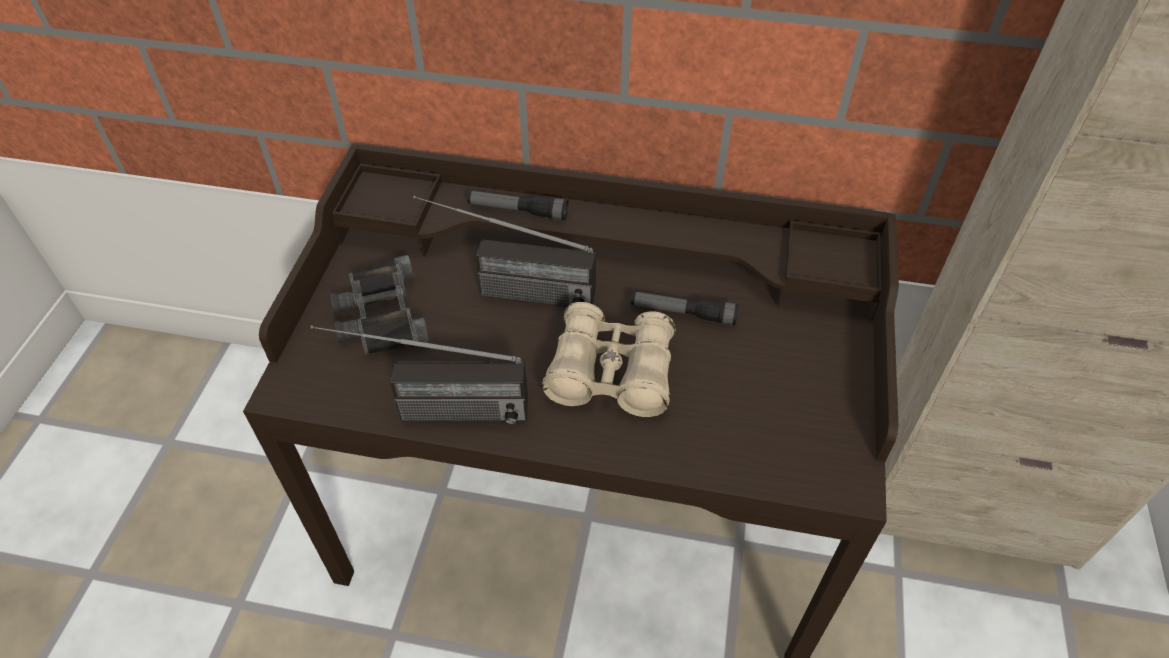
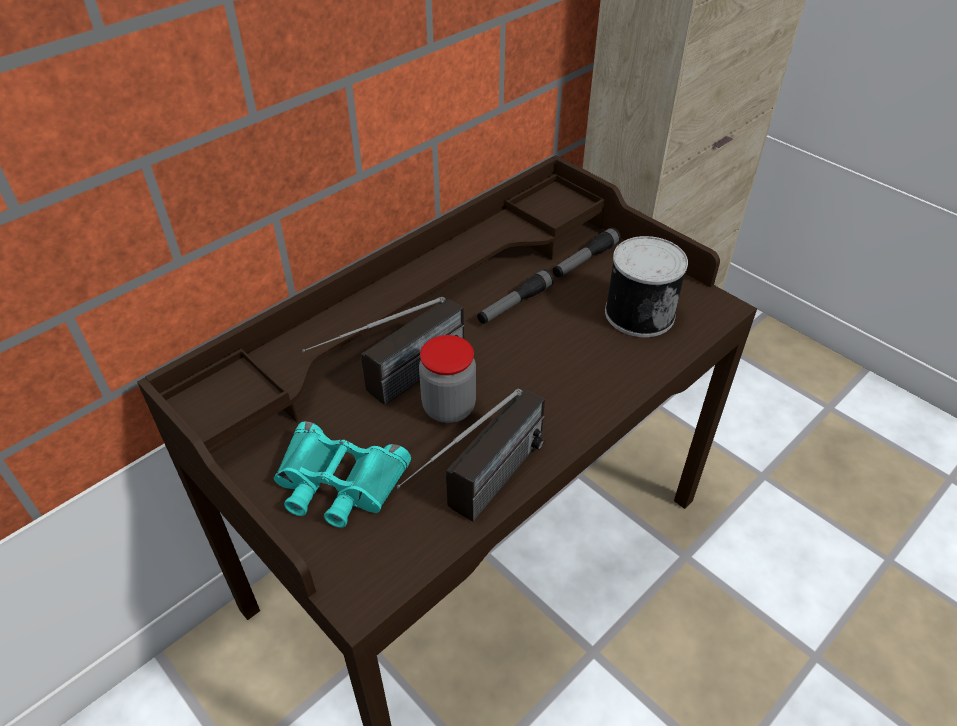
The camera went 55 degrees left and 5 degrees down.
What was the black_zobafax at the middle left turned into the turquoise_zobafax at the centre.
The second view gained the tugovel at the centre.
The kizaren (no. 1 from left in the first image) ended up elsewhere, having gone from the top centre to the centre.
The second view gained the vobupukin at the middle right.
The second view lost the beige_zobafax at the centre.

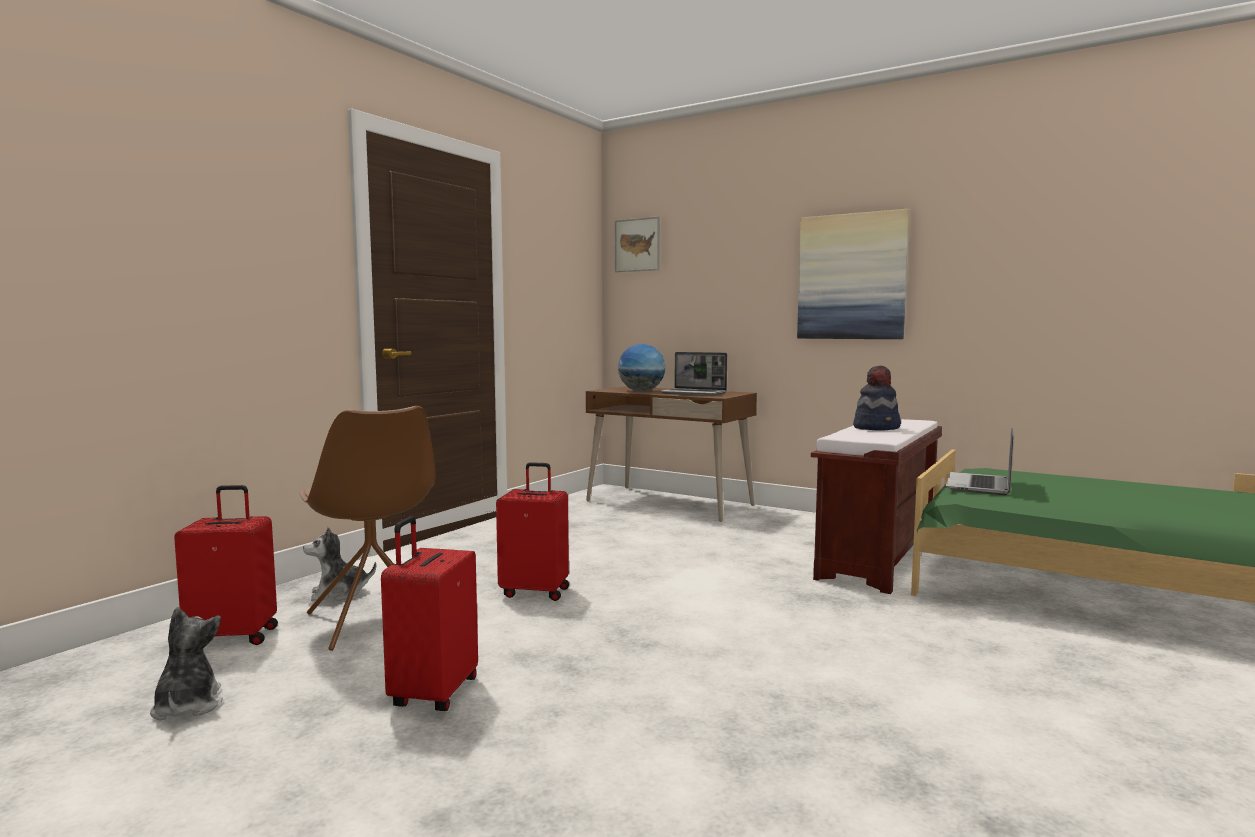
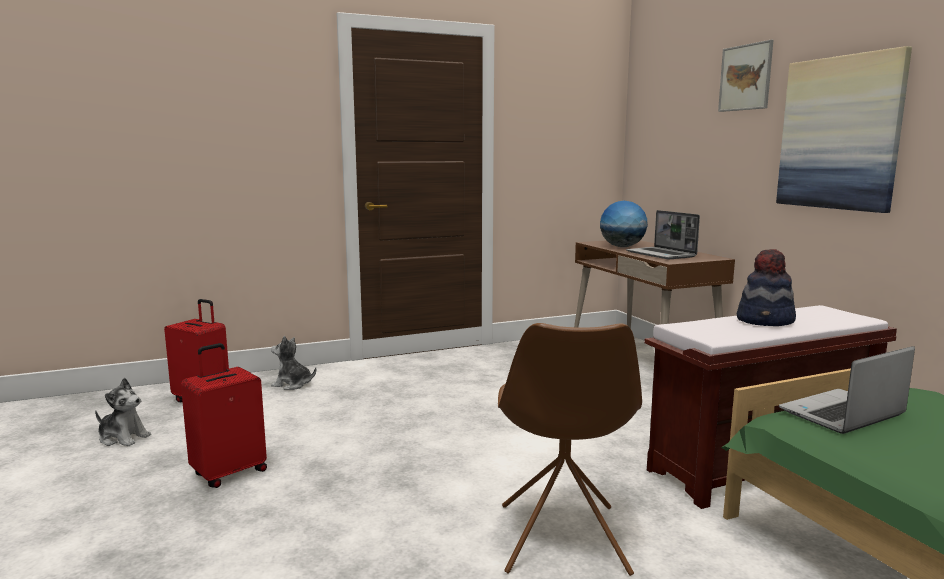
The camera went 35 degrees right and 5 degrees up.
The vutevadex (no. 1 from left) at the bottom left ended up facing another way, 90 degrees clockwise from before.
The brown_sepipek ended up elsewhere, having gone from the middle left to the bottom centre.
The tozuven (no. 1 from left) ended up elsewhere, having gone from the top centre to the top right.
The second view lost the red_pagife (no. 3 from left) at the centre.

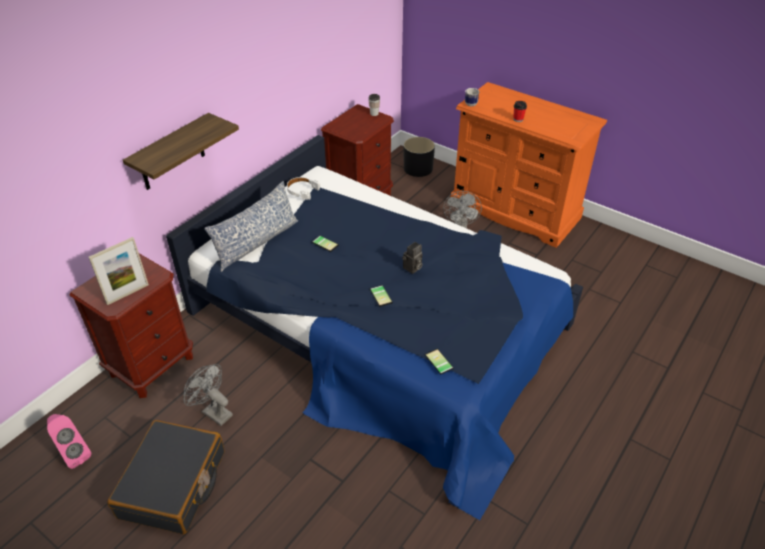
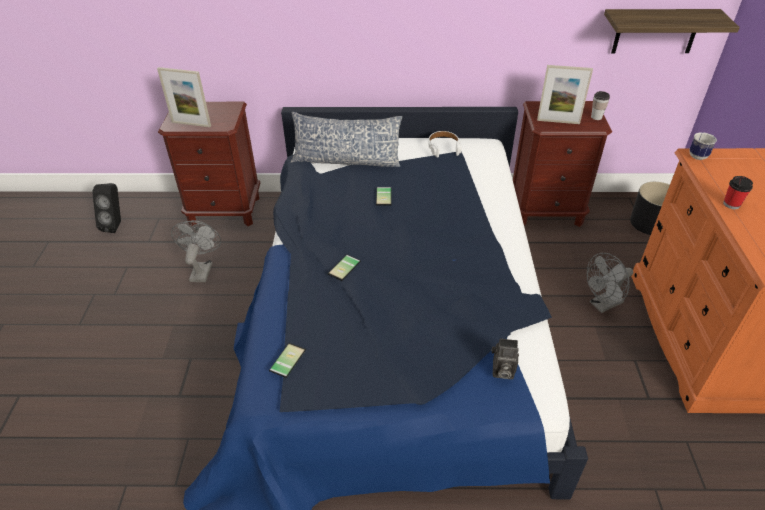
The camera went 55 degrees right and 0 degrees up.
What was the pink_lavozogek at the bottom left turned into the black_lavozogek at the middle left.
The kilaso ended up elsewhere, having gone from the centre to the bottom centre.
The second view gained the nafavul (no. 2 from left) at the top right.
The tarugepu ended up elsewhere, having gone from the top left to the top right.
The second view lost the black_pagife at the bottom left.

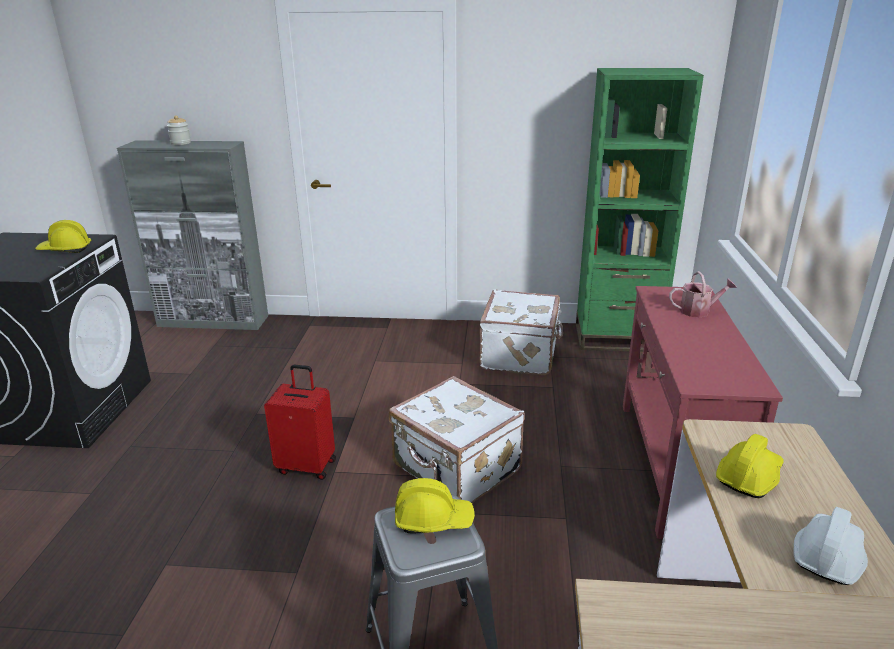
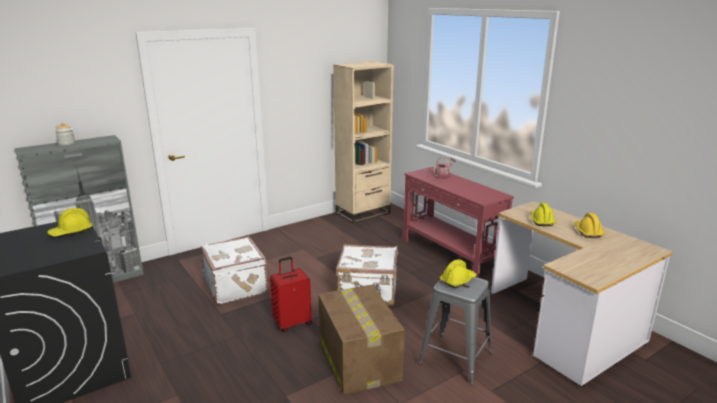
The camera went 40 degrees left and 5 degrees down.
The white_pagife (no. 2 from left in the first image) ended up elsewhere, having gone from the centre to the bottom left.
The second view gained the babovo at the bottom centre.
What was the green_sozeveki at the top right turned into the beige_sozeveki at the centre.
What was the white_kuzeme at the bottom right turned into the yellow_kuzeme (no. 4 from left) at the middle right.

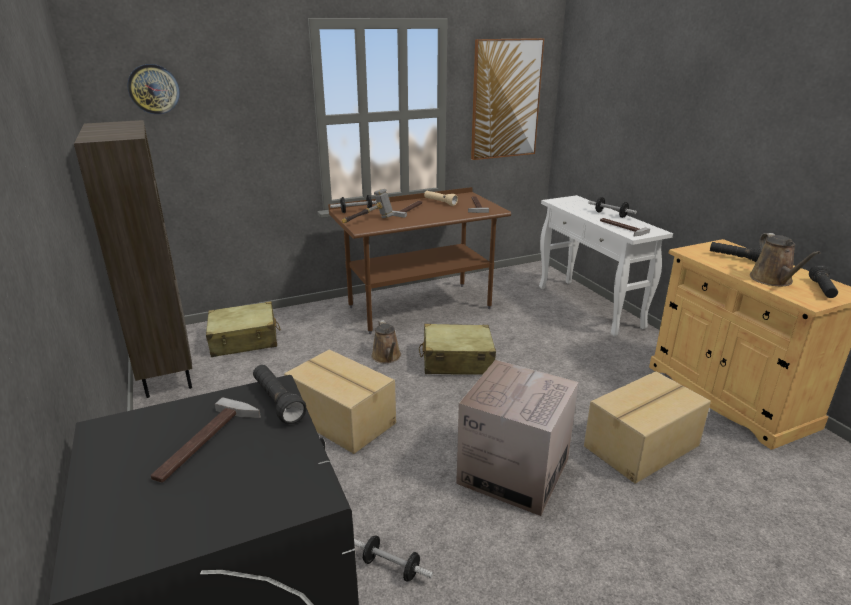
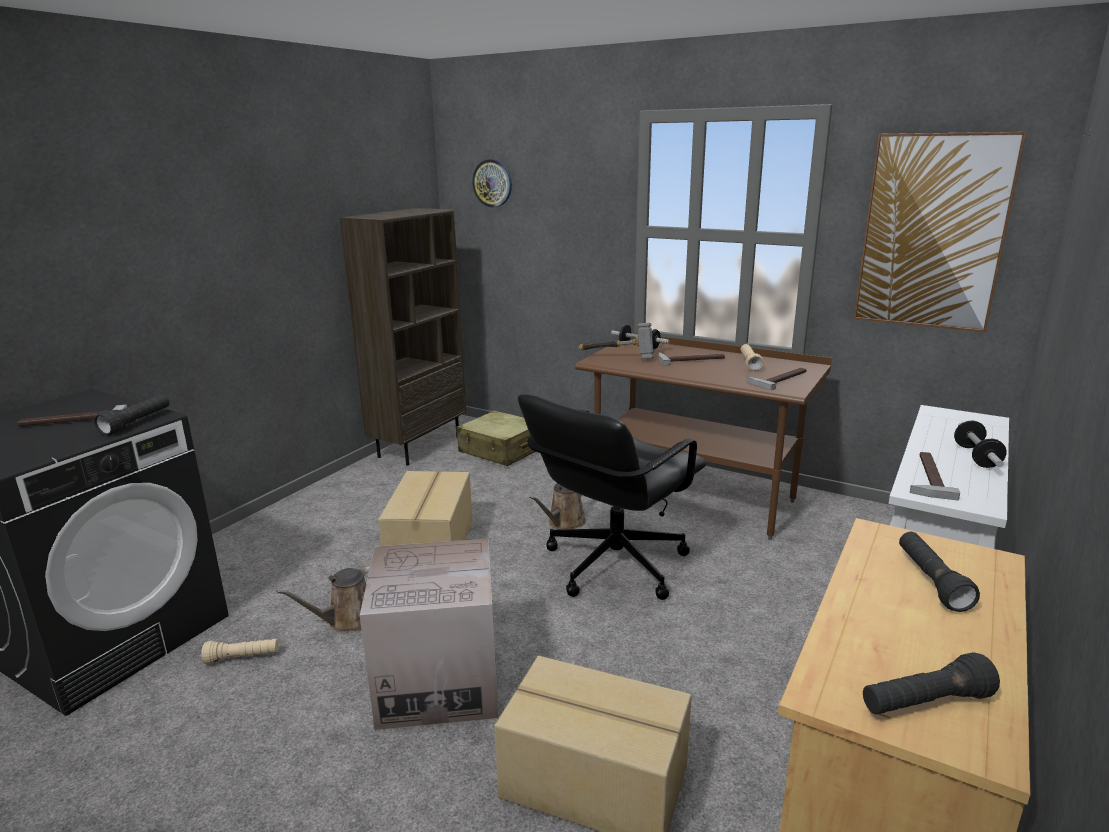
The camera went 55 degrees right and 5 degrees down.
Where the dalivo (no. 2 from left) stood at the bottom centre, the beige_kizaren (no. 1 from left) came to stand at the bottom left.
The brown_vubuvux (no. 2 from left in the first image) ended up elsewhere, having gone from the middle right to the bottom left.
Where the beige_pagife (no. 2 from left) stood at the centre, the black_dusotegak came to stand at the centre.

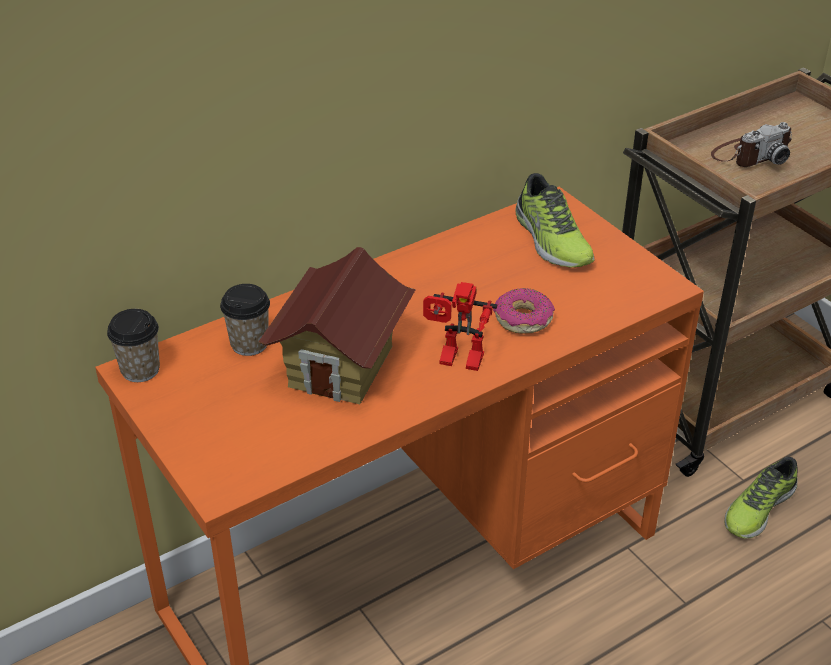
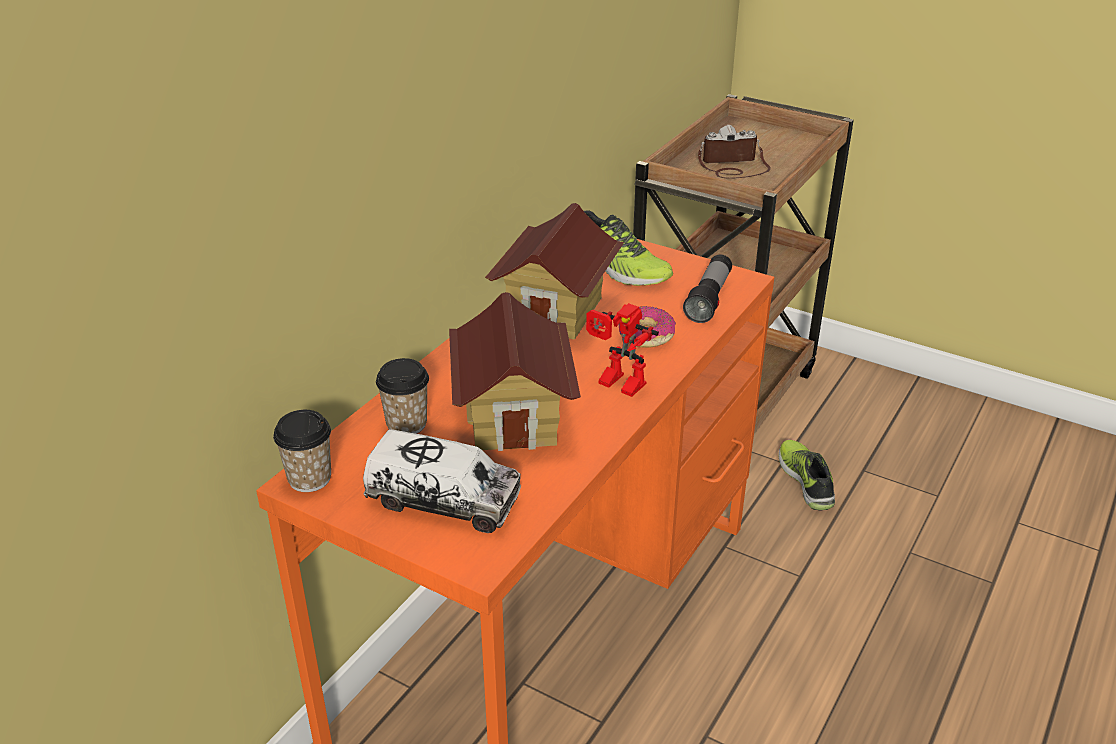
The camera went 25 degrees left and 5 degrees down.
The second view gained the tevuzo at the centre.
The second view gained the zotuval (no. 2 from left) at the centre.
The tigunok at the centre ended up facing another way, 45 degrees clockwise from before.
The second view gained the kizaren at the centre.
The kilaso at the top right ended up facing another way, 135 degrees counterclockwise from before.
The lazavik (no. 2 from left) at the bottom right ended up facing another way, 150 degrees clockwise from before.

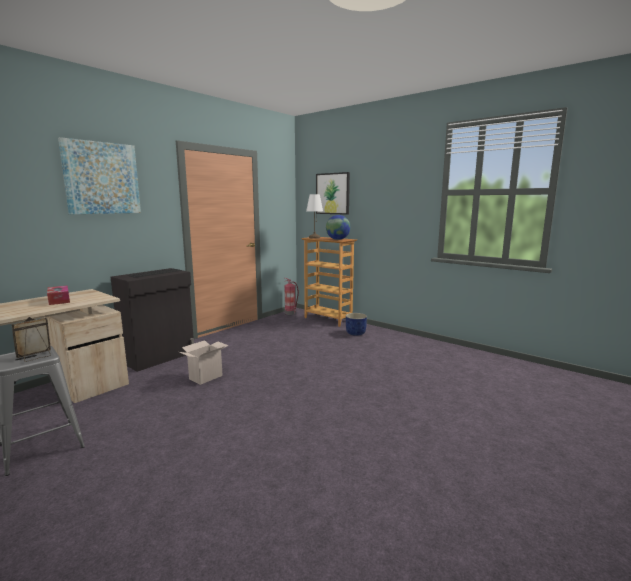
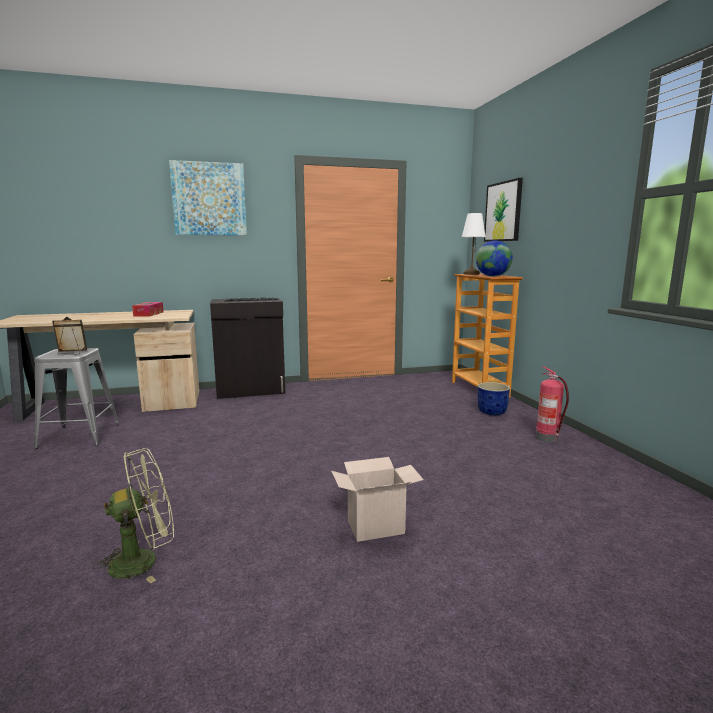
The camera went 35 degrees right and 0 degrees up.
The second view gained the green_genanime at the bottom left.
The babovo ended up elsewhere, having gone from the middle left to the bottom centre.
The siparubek ended up elsewhere, having gone from the centre to the middle right.

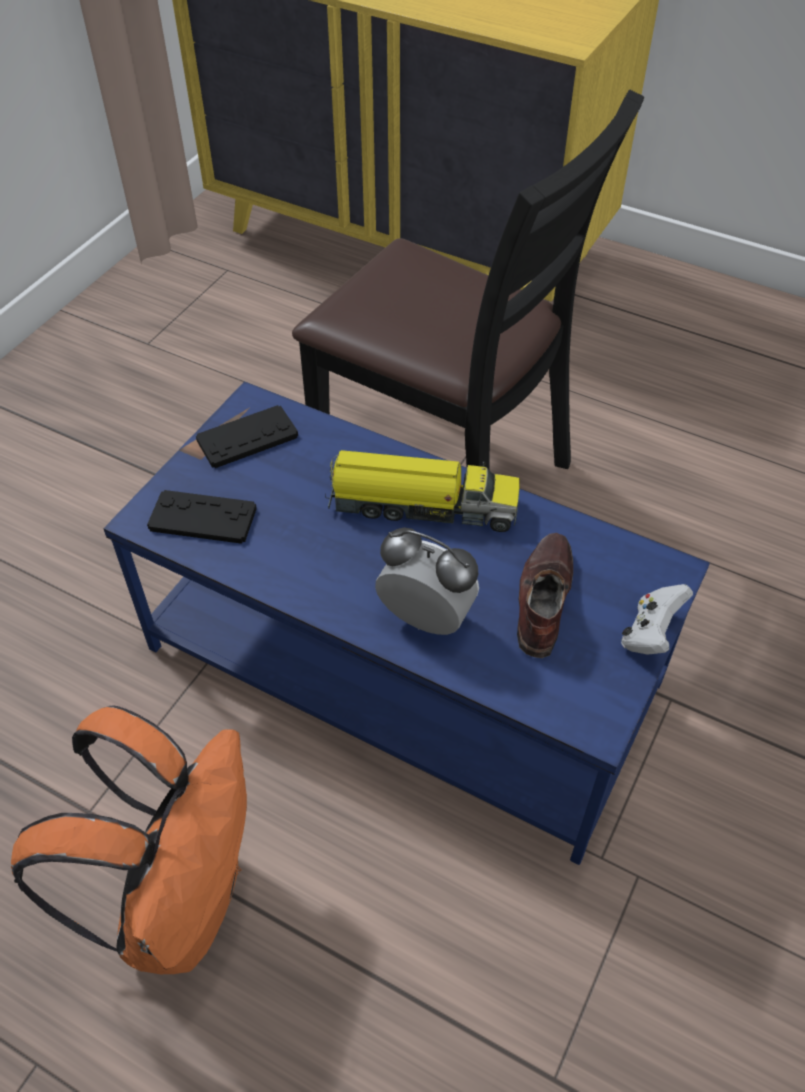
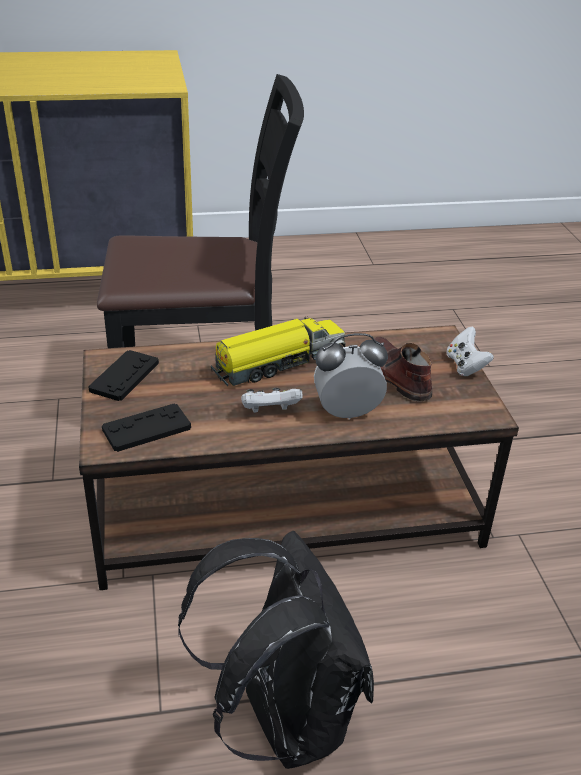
The camera went 40 degrees left and 15 degrees down.
What was the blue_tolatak at the centre turned into the brown_tolatak at the centre.
What was the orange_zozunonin at the bottom left turned into the black_zozunonin at the bottom centre.
The second view gained the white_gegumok (no. 1 from left) at the centre.

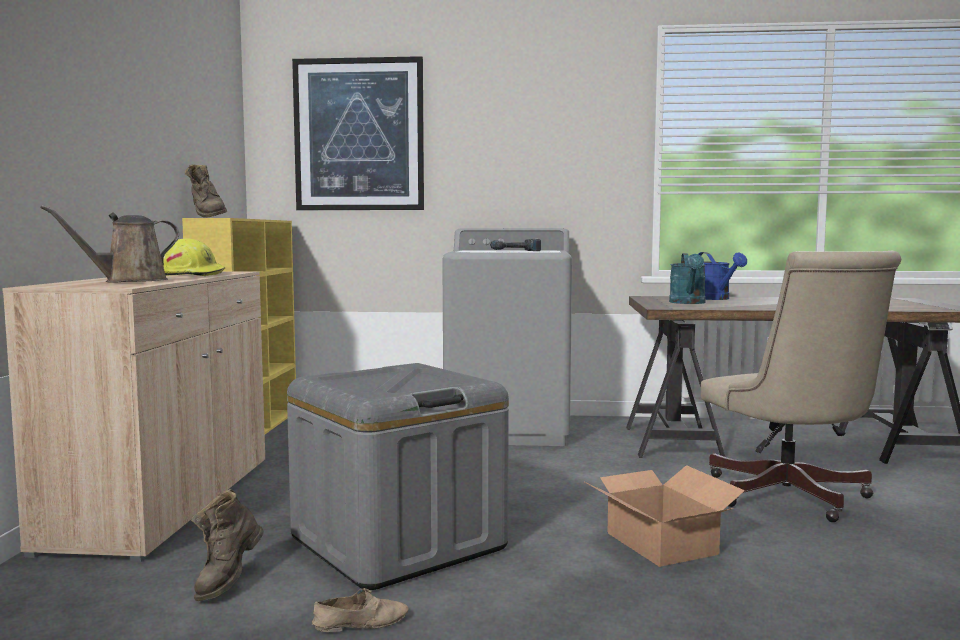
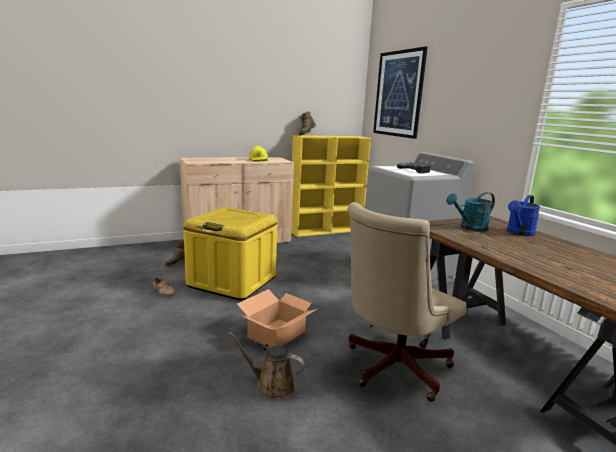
The camera went 60 degrees right and 10 degrees up.
What was the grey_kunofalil at the bottom centre turned into the yellow_kunofalil at the centre.
The brown_vubuvux ended up elsewhere, having gone from the middle left to the bottom centre.

